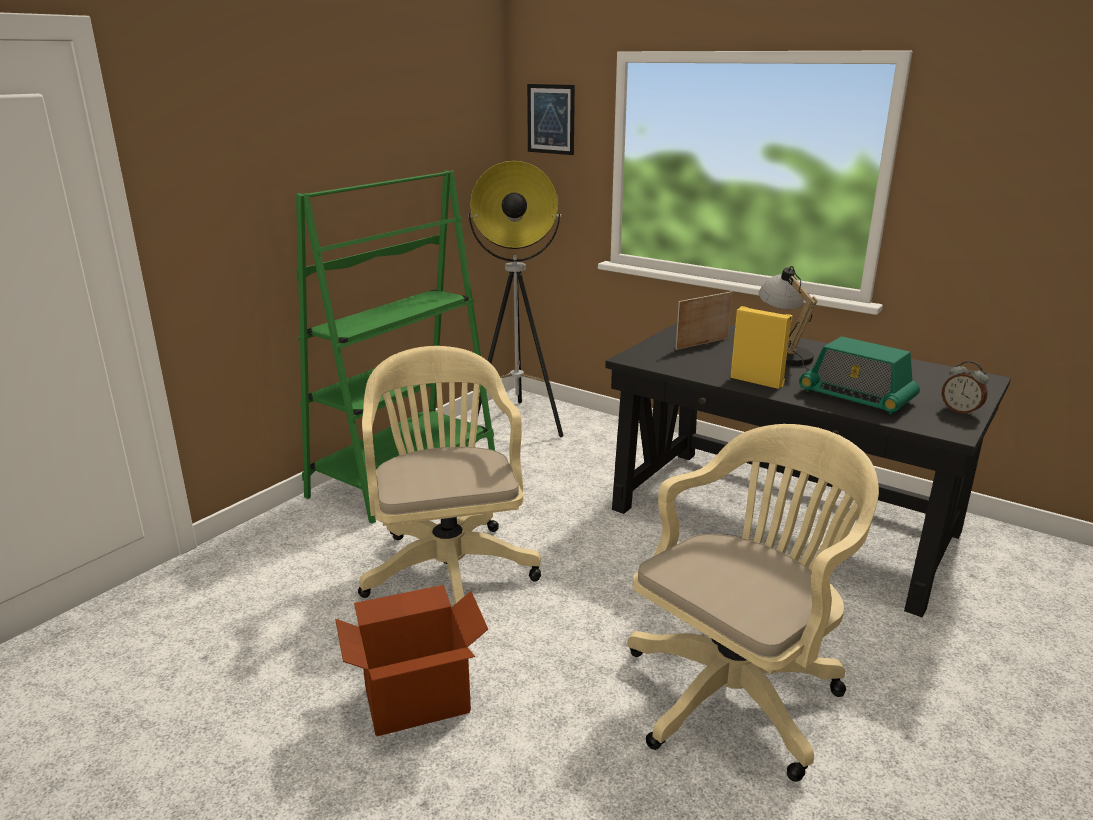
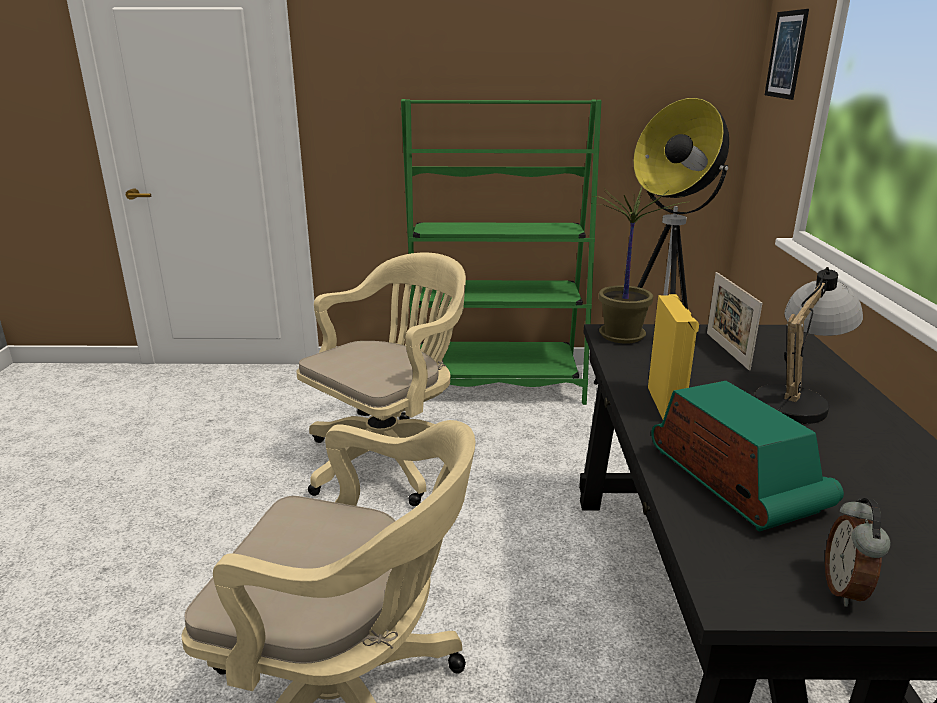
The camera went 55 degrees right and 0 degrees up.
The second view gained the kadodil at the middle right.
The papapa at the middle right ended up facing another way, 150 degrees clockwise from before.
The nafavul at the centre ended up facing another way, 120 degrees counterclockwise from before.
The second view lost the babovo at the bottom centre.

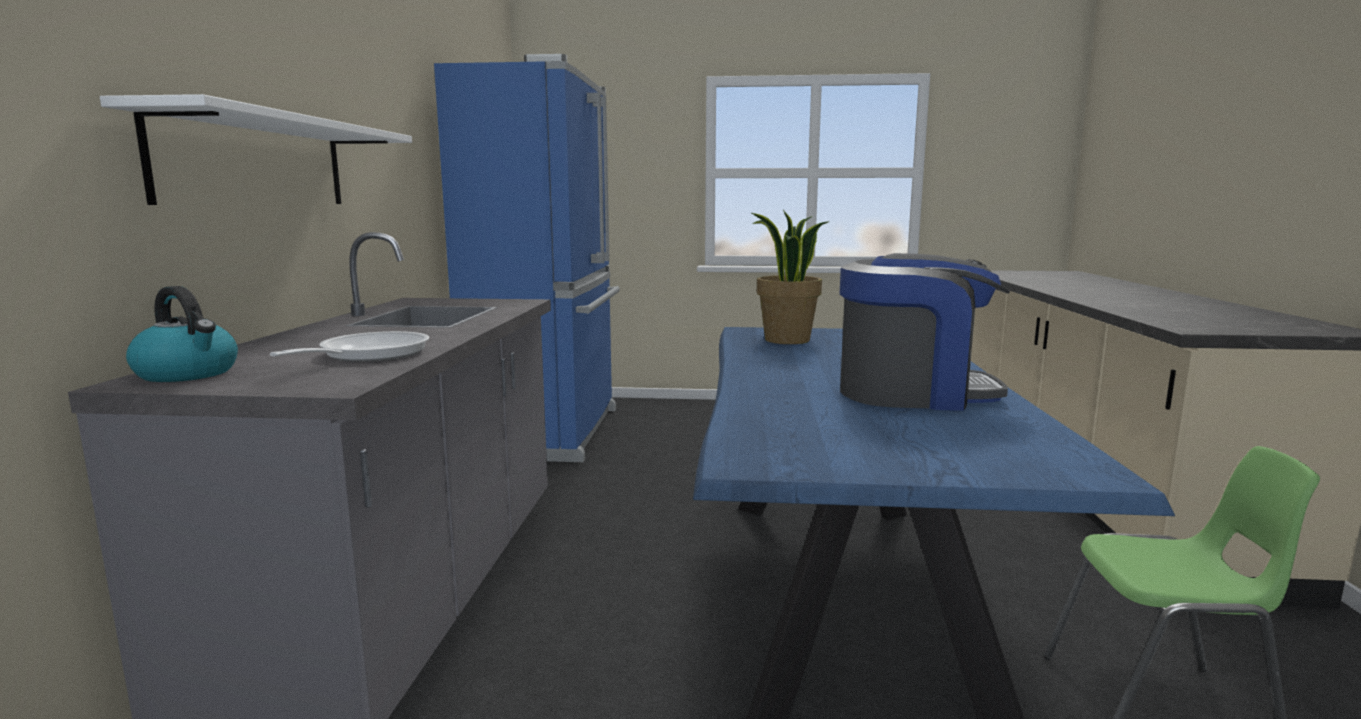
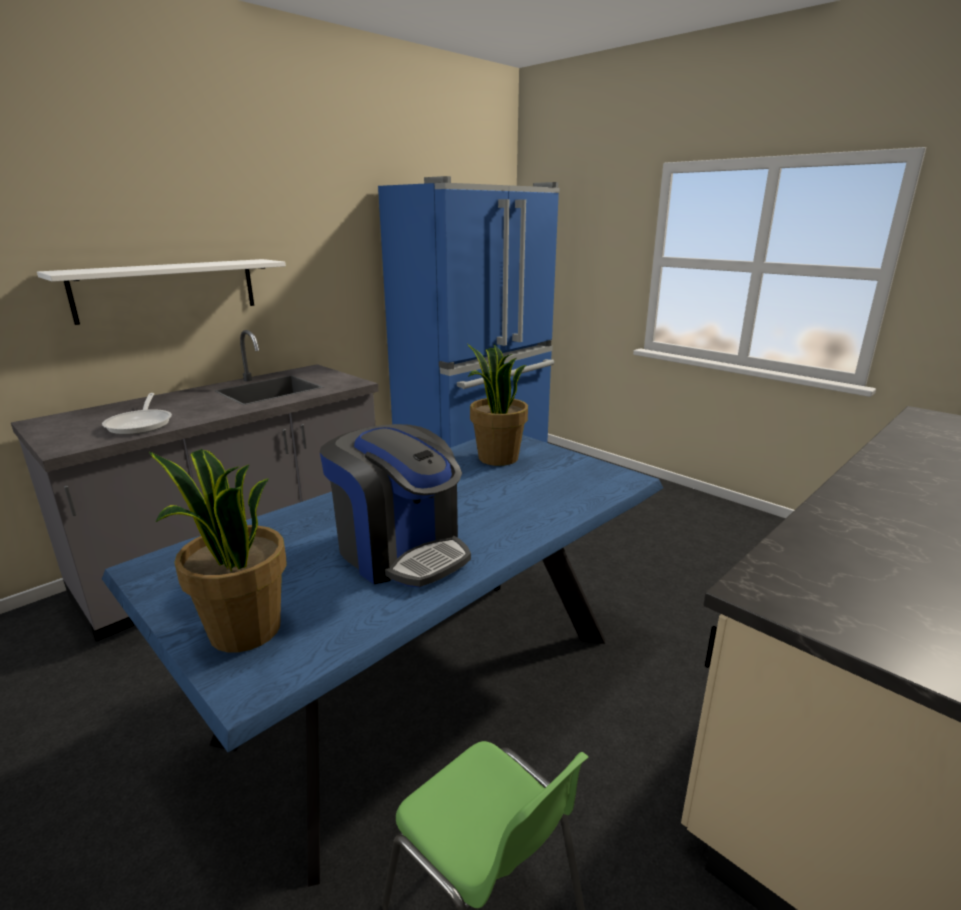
The camera went 40 degrees right and 10 degrees up.
The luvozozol at the middle left ended up facing another way, 105 degrees clockwise from before.
The second view gained the kadodil (no. 1 from left) at the middle left.
The second view lost the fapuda at the middle left.

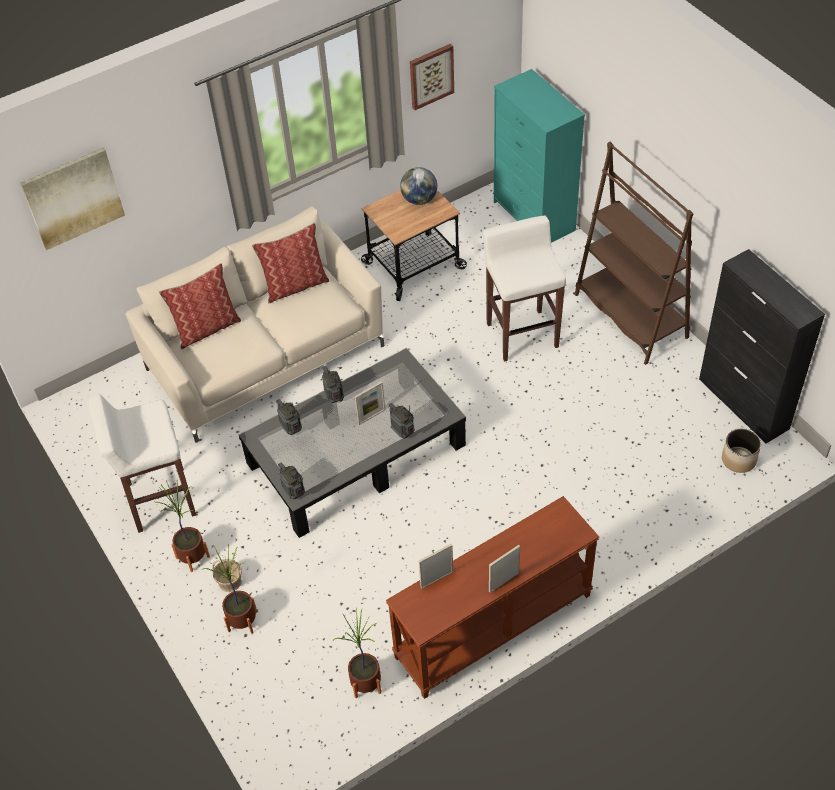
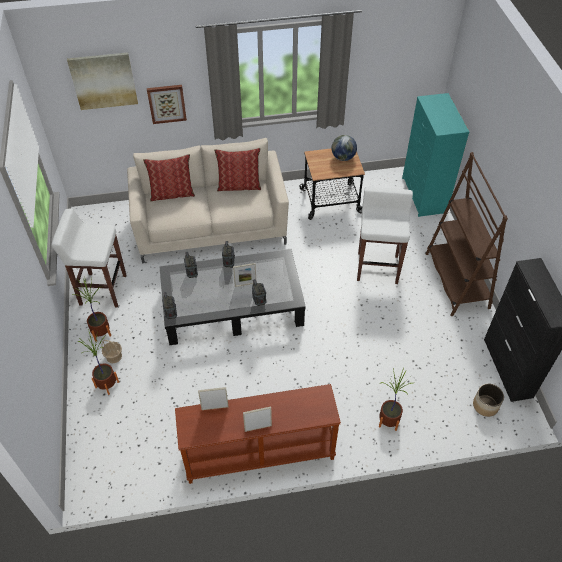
The camera went 20 degrees right and 0 degrees up.
The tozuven (no. 2 from left) ended up elsewhere, having gone from the top centre to the top left.
The kadodil (no. 3 from left) ended up elsewhere, having gone from the bottom centre to the bottom right.

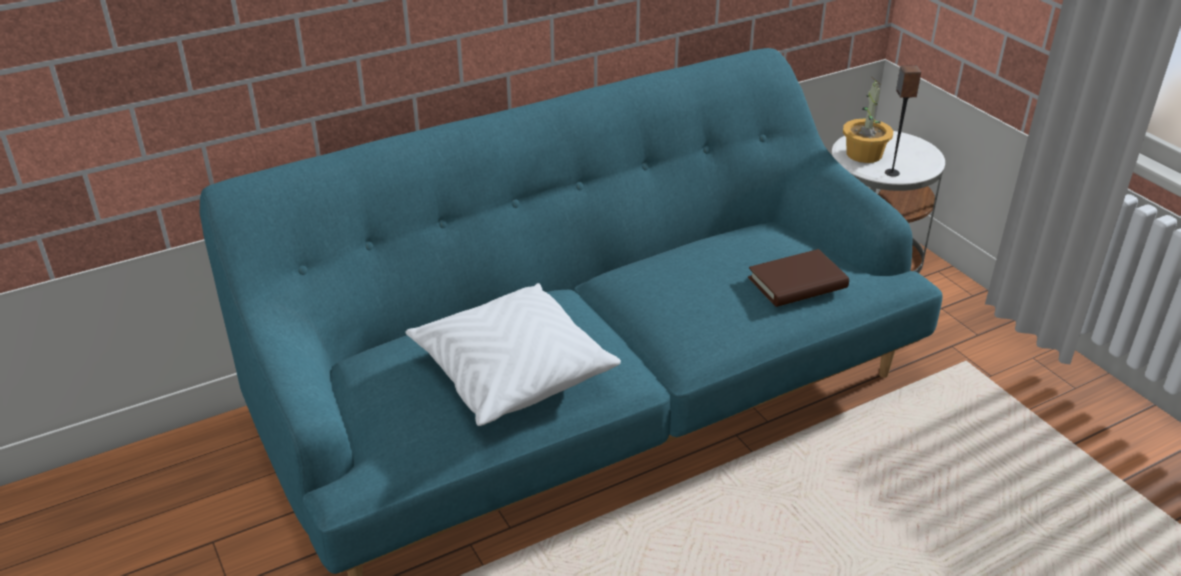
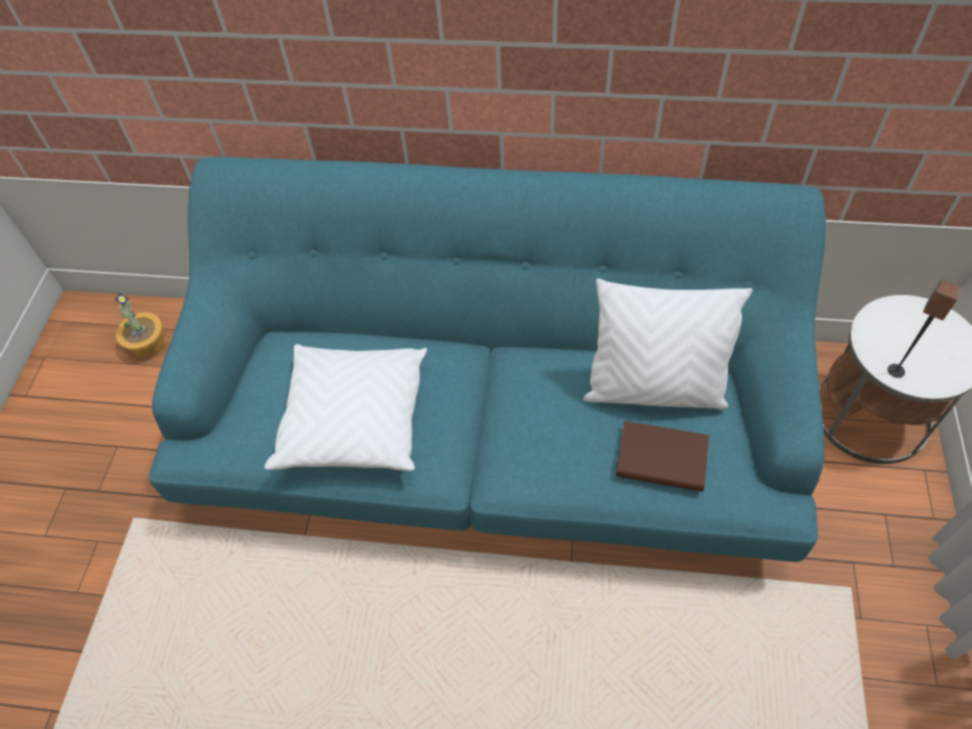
The camera went 40 degrees right and 20 degrees up.
The kadodil ended up elsewhere, having gone from the top right to the middle left.
The second view gained the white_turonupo (no. 2 from left) at the middle right.

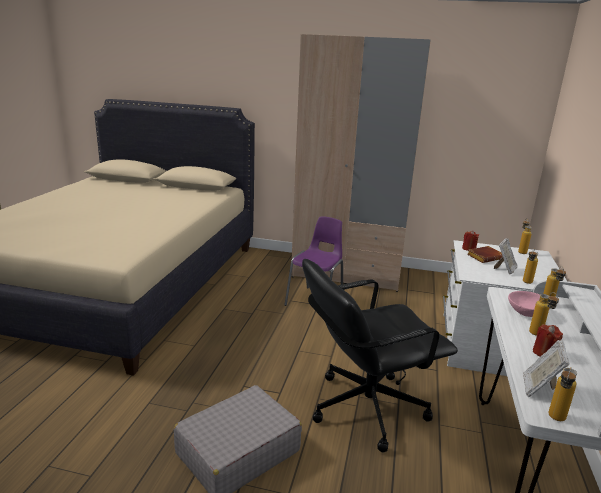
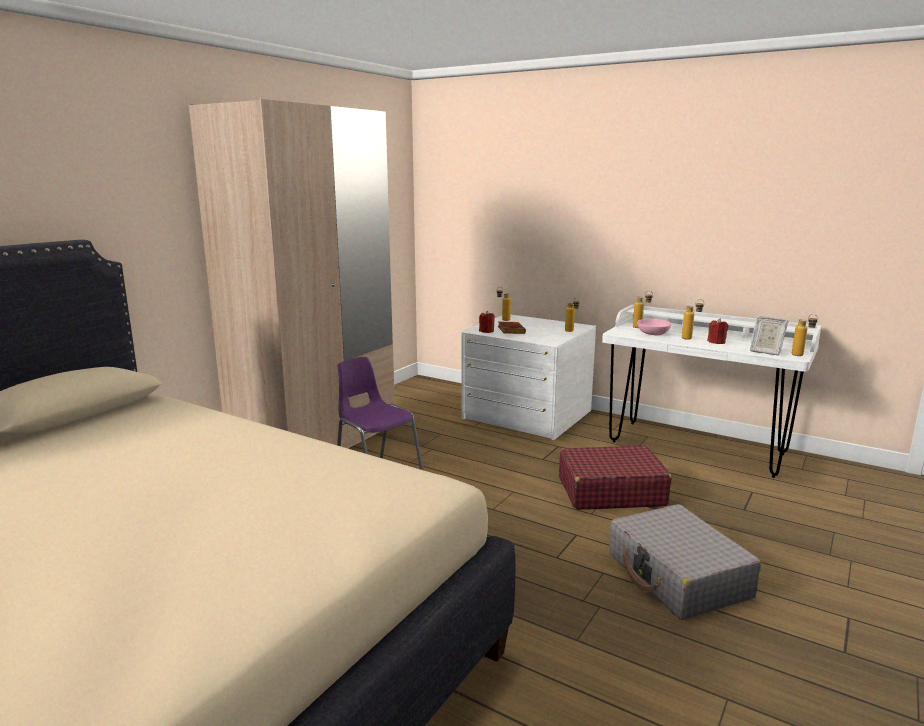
The camera went 70 degrees left and 5 degrees down.
Where the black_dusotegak stood at the bottom centre, the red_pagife came to stand at the centre.
The second view lost the nafavul (no. 1 from left) at the middle right.

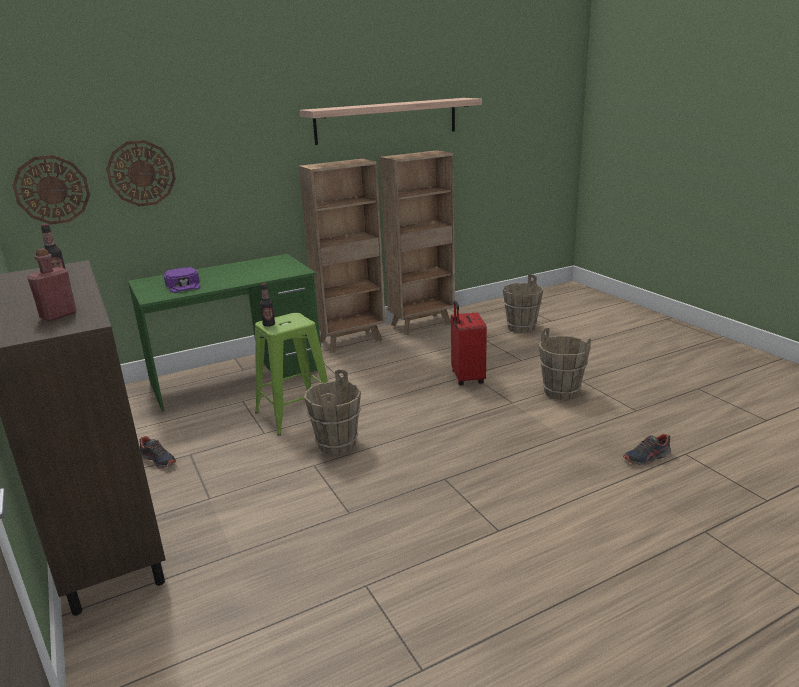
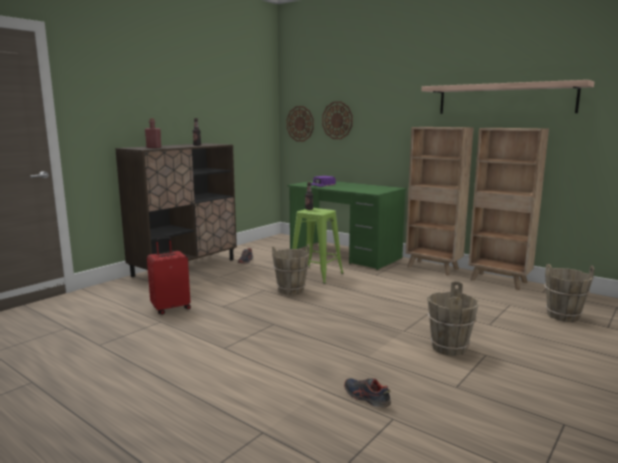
The camera went 65 degrees right and 10 degrees down.
The red_pagife ended up elsewhere, having gone from the centre to the middle left.

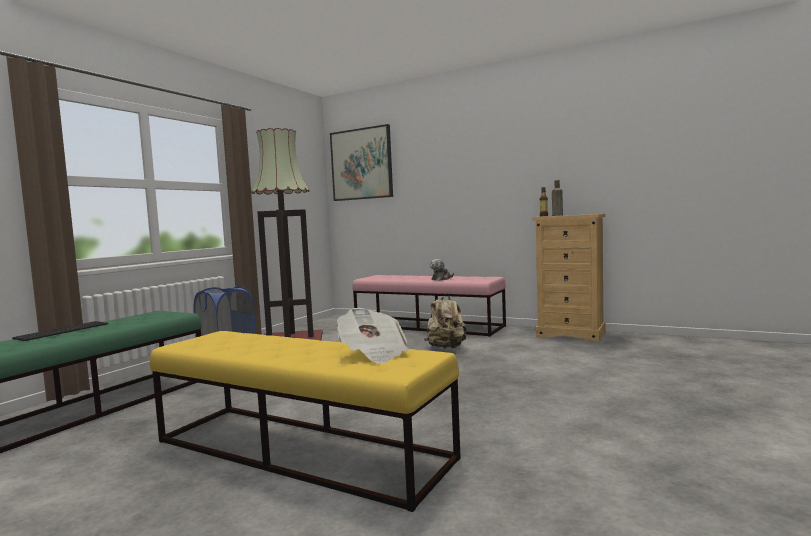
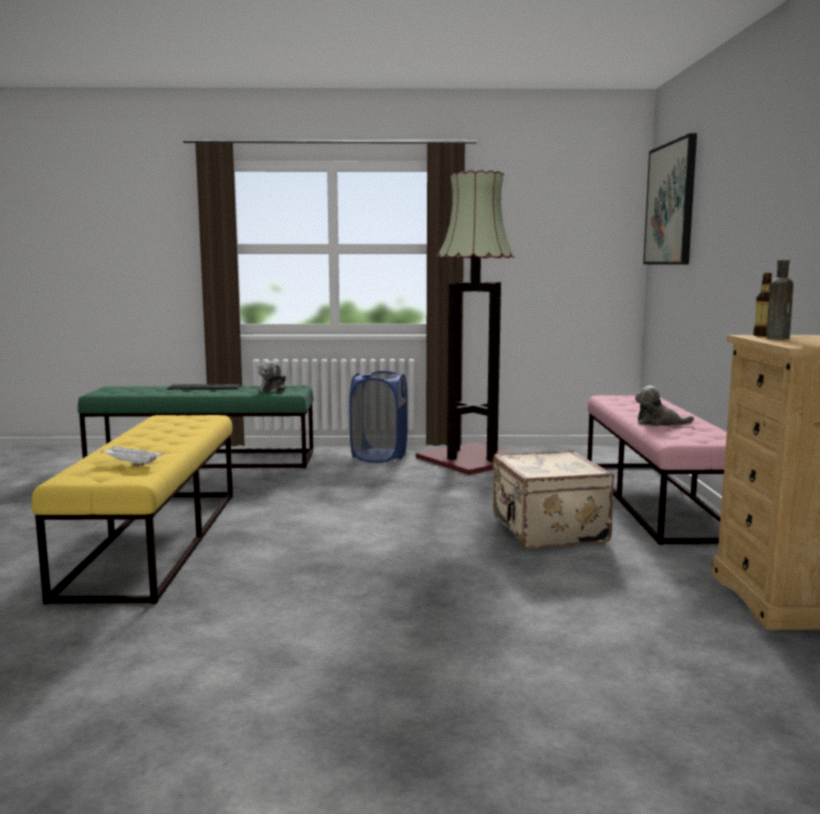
The camera went 60 degrees right and 5 degrees up.
Where the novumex stood at the centre, the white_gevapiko came to stand at the middle left.
The second view gained the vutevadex (no. 1 from left) at the middle left.
Where the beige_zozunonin stood at the centre, the beige_pagife came to stand at the middle right.

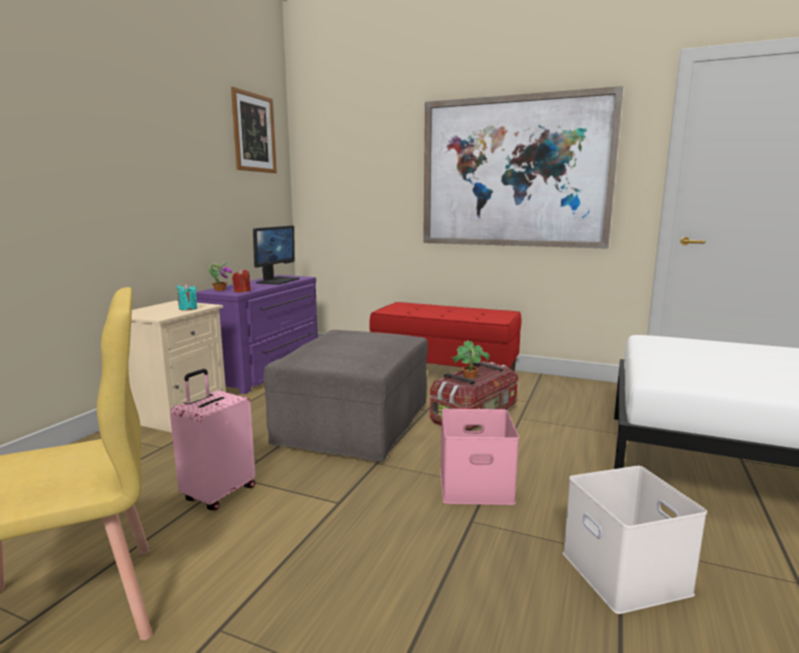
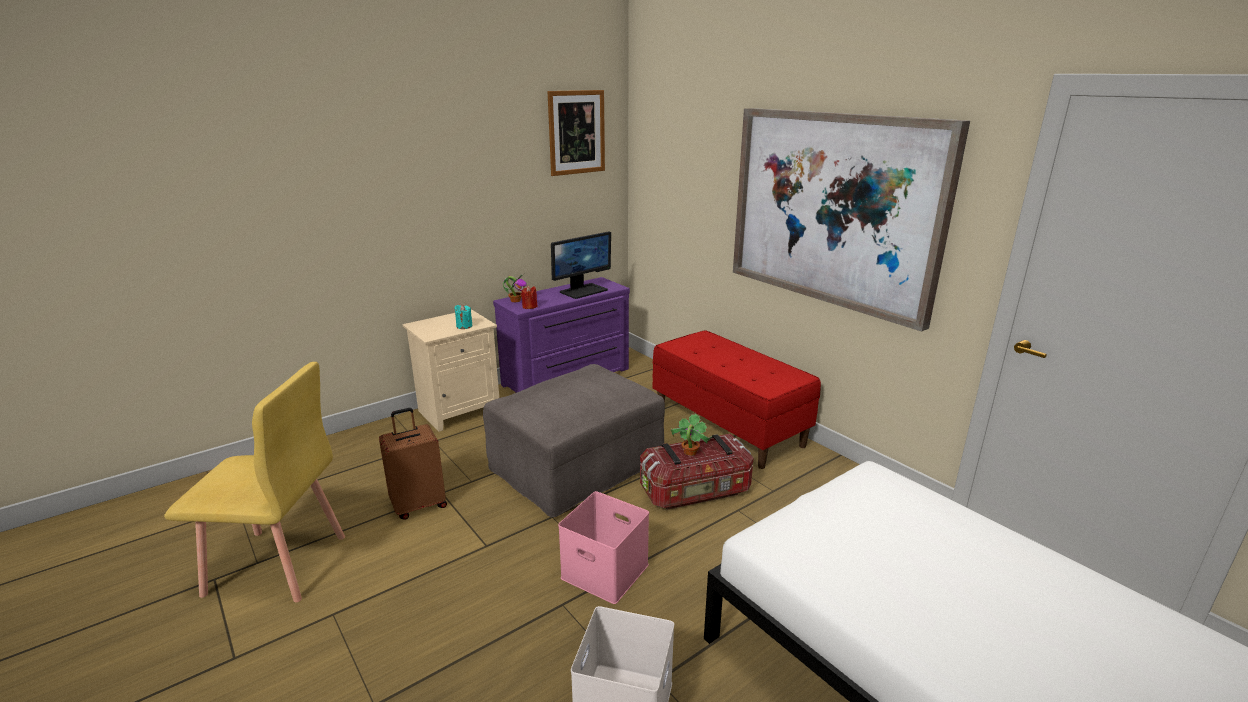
The camera went 30 degrees right and 10 degrees up.
What was the pink_pagife at the bottom left turned into the brown_pagife at the middle left.

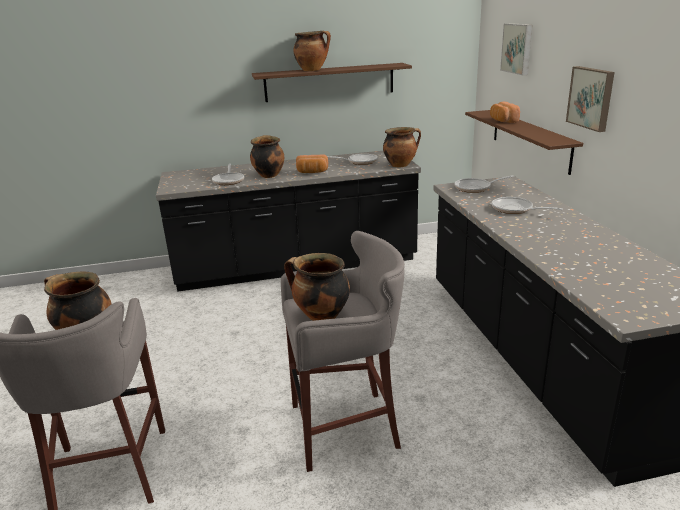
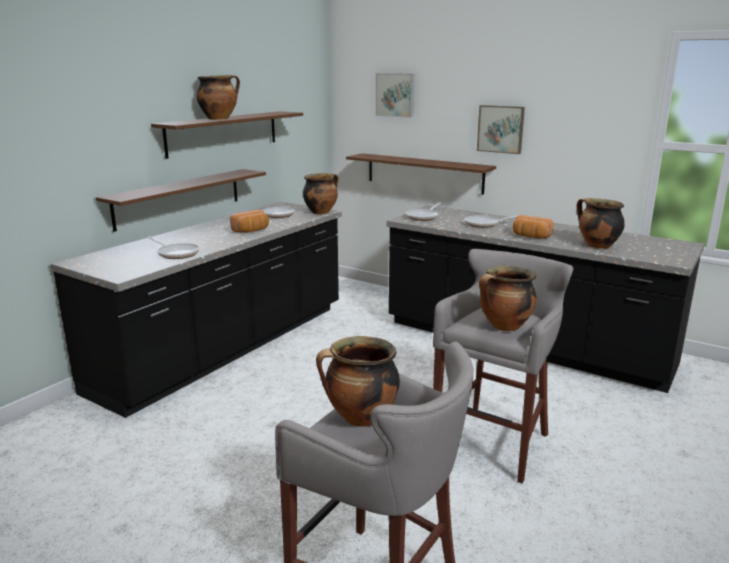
The camera went 45 degrees left and 5 degrees down.
The second view gained the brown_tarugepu (no. 1 from left) at the middle left.
The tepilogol (no. 2 from left) ended up elsewhere, having gone from the top right to the middle right.
The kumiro (no. 2 from left in the first image) ended up elsewhere, having gone from the top centre to the middle right.

